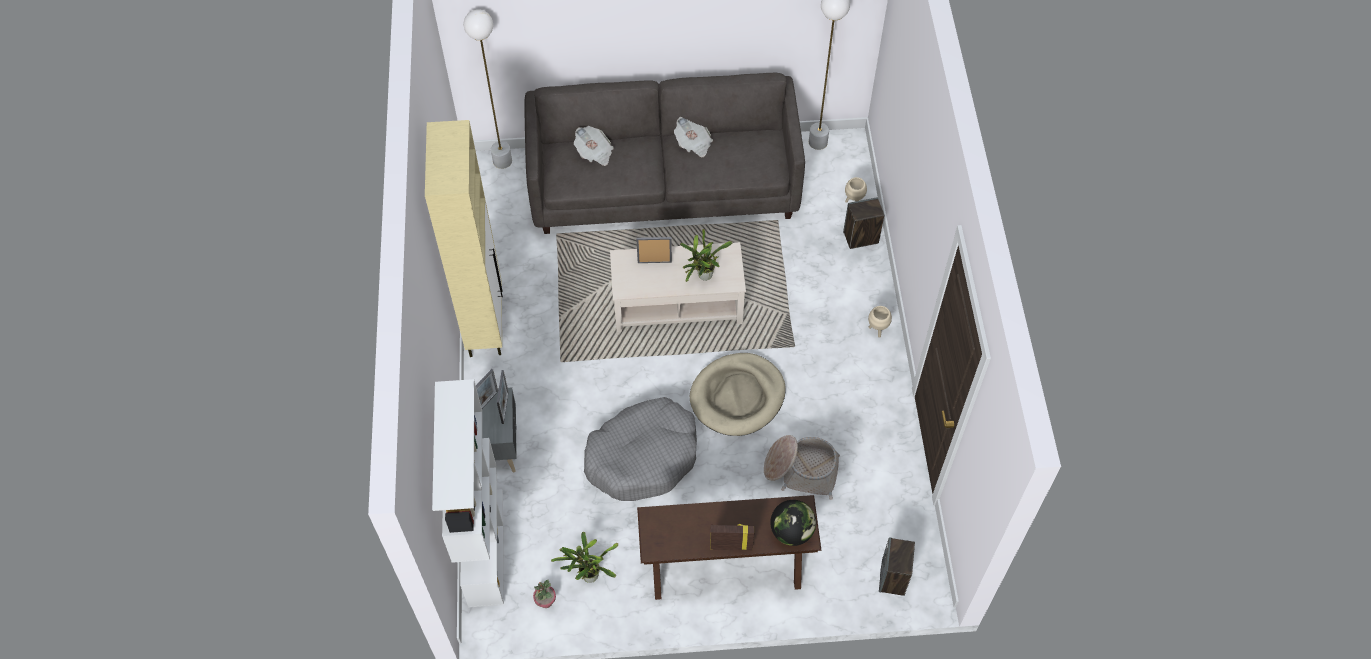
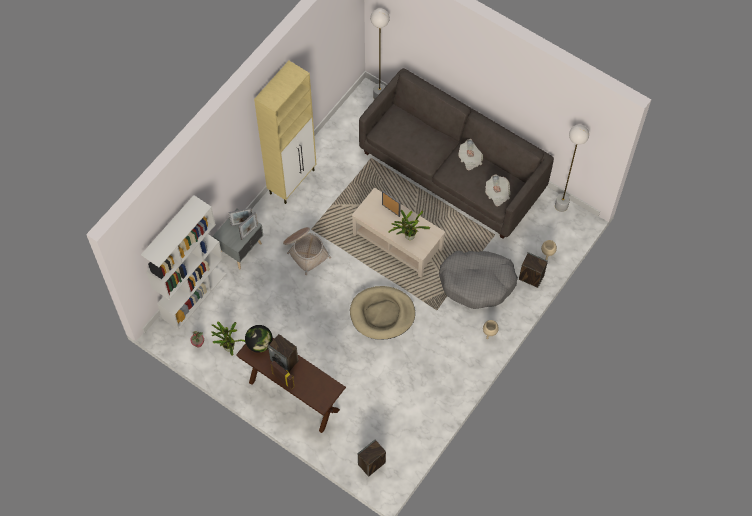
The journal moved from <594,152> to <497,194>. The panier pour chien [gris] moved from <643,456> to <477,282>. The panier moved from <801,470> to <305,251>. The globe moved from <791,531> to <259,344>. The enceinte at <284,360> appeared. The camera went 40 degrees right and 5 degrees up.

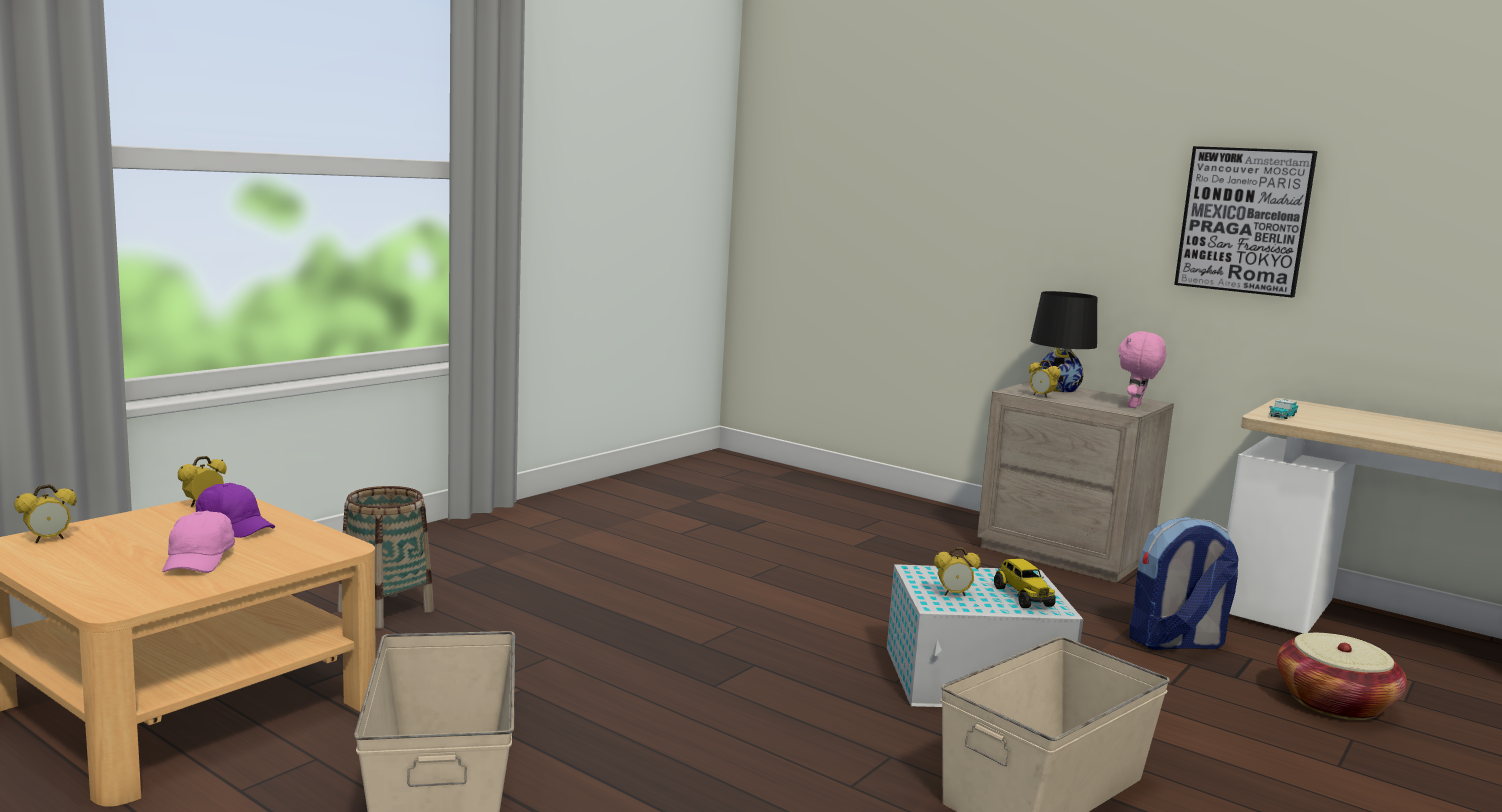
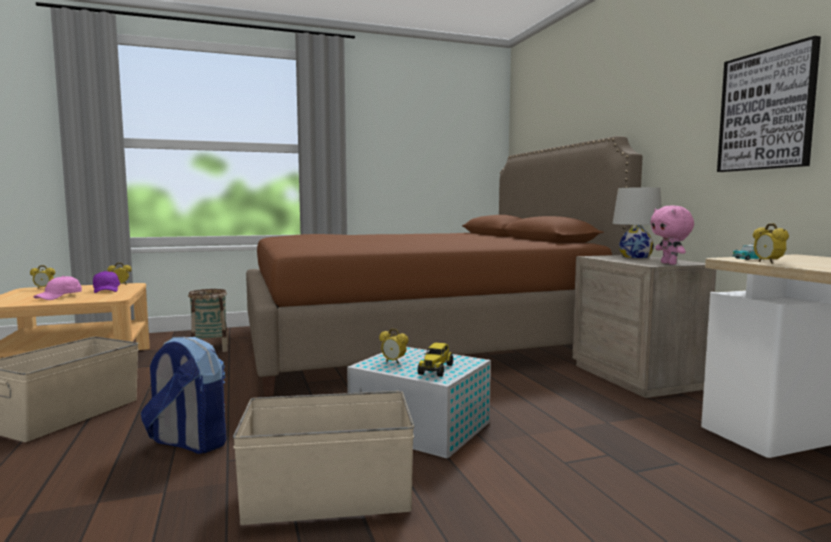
The lampe de table [noir] at <1058,389> became the lampe de table [blanc] at <635,257>. The peluche [rose] at <1135,406> turned 75 degrees counterclockwise. The réveil moved from <1041,396> to <768,262>. The sac à dos moved from <1175,643> to <188,443>. The panier at <1334,703> disappeared. The lit [marron] at <420,341> appeared. The camera went 35 degrees right and 5 degrees down.

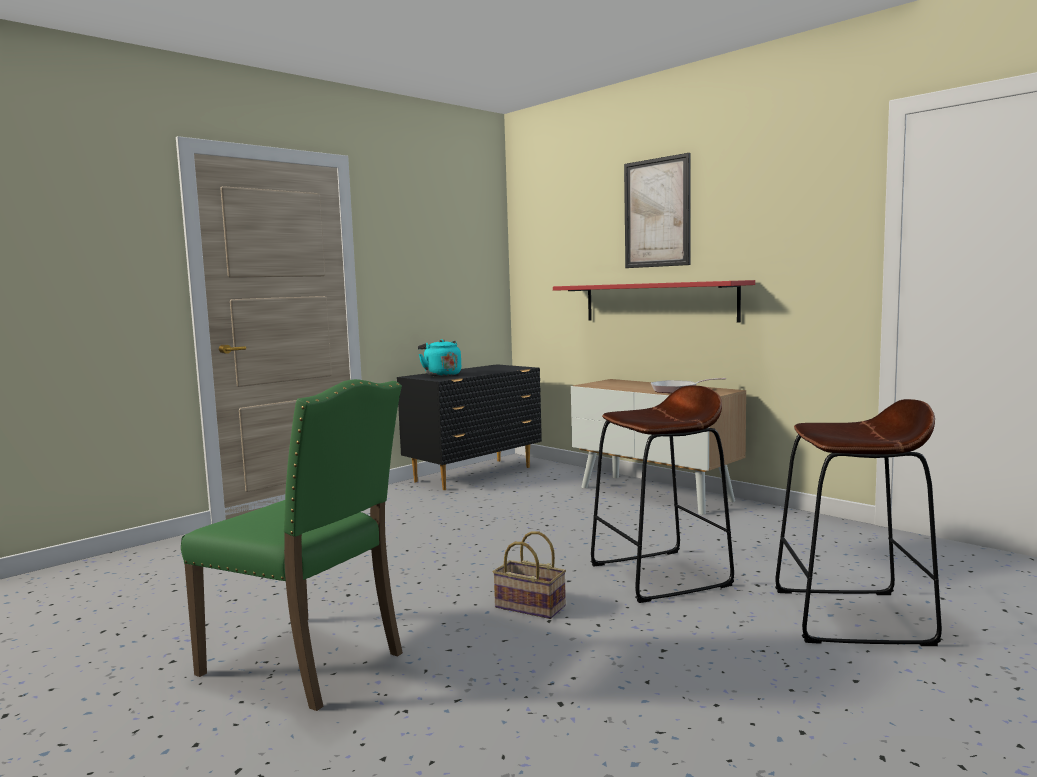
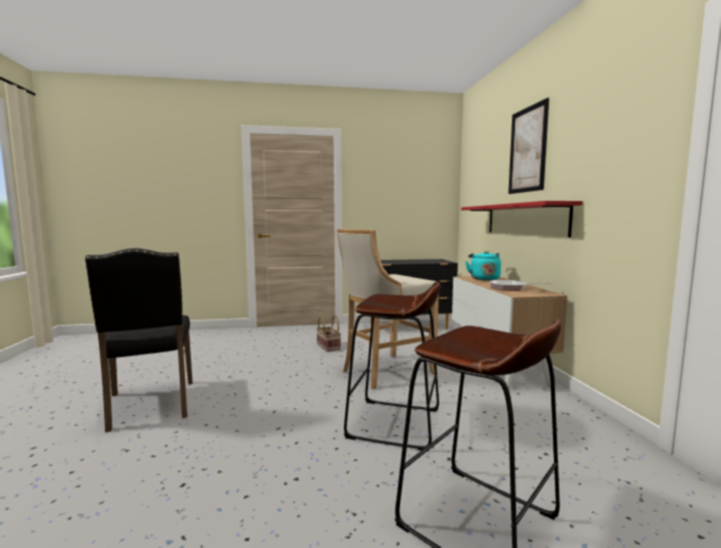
The bouilloire [turquoise] moved from <441,375> to <483,279>. The chaise [vert] at <308,662> became the chaise [noir] at <151,406>. The panier moved from <528,607> to <327,346>. The tabouret [beige] at <384,372> appeared. The camera went 35 degrees right and 0 degrees up.

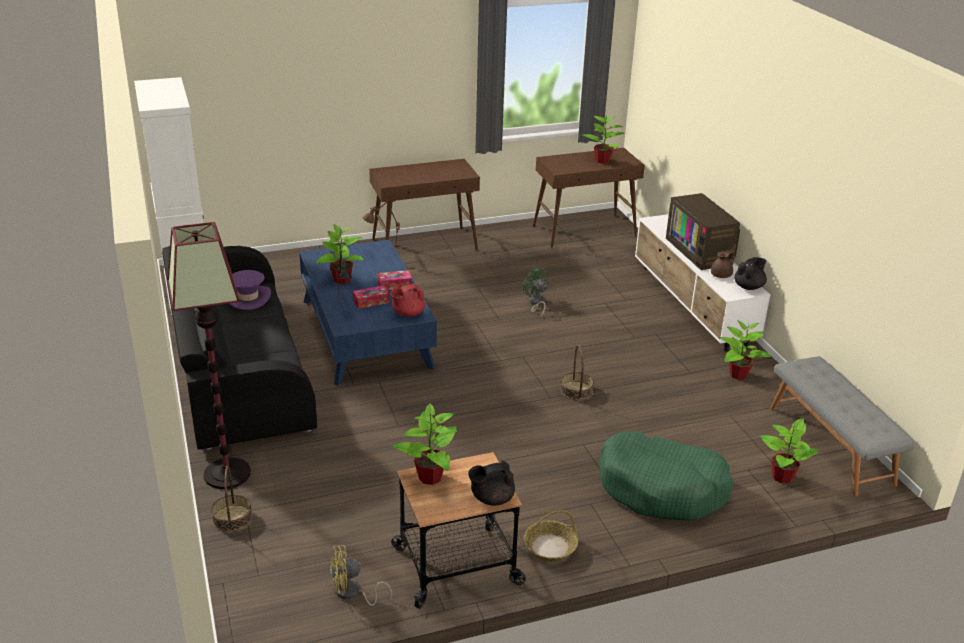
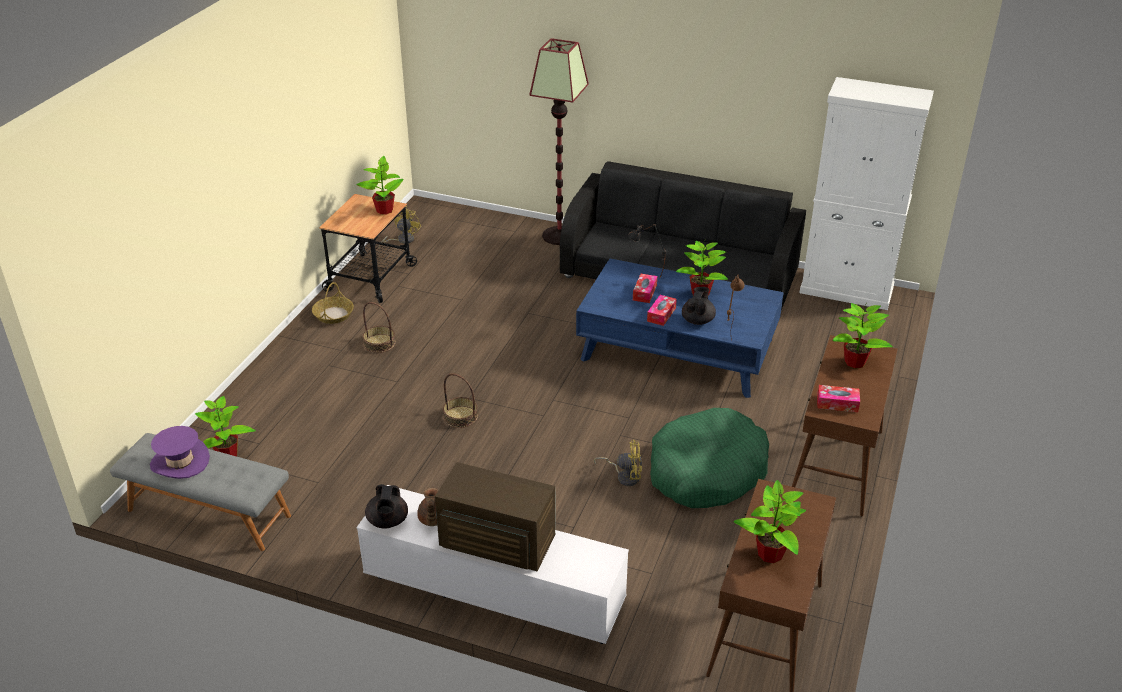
The ventilateur [vert] at <536,303> became the ventilateur [jaune] at <625,476>. The chapeau [violet] moved from <248,298> to <180,462>. The théière [rouge] at <408,314> disappeared. The plante en pot moved from <737,374> to <855,362>. The panier pour chien [vert] moved from <662,488> to <706,471>. The théière [noir] moved from <491,498> to <698,320>. The panier moved from <232,518> to <379,343>. The boîte à mouchoirs at <837,403> appeared. The camera went 130 degrees right and 5 degrees up.

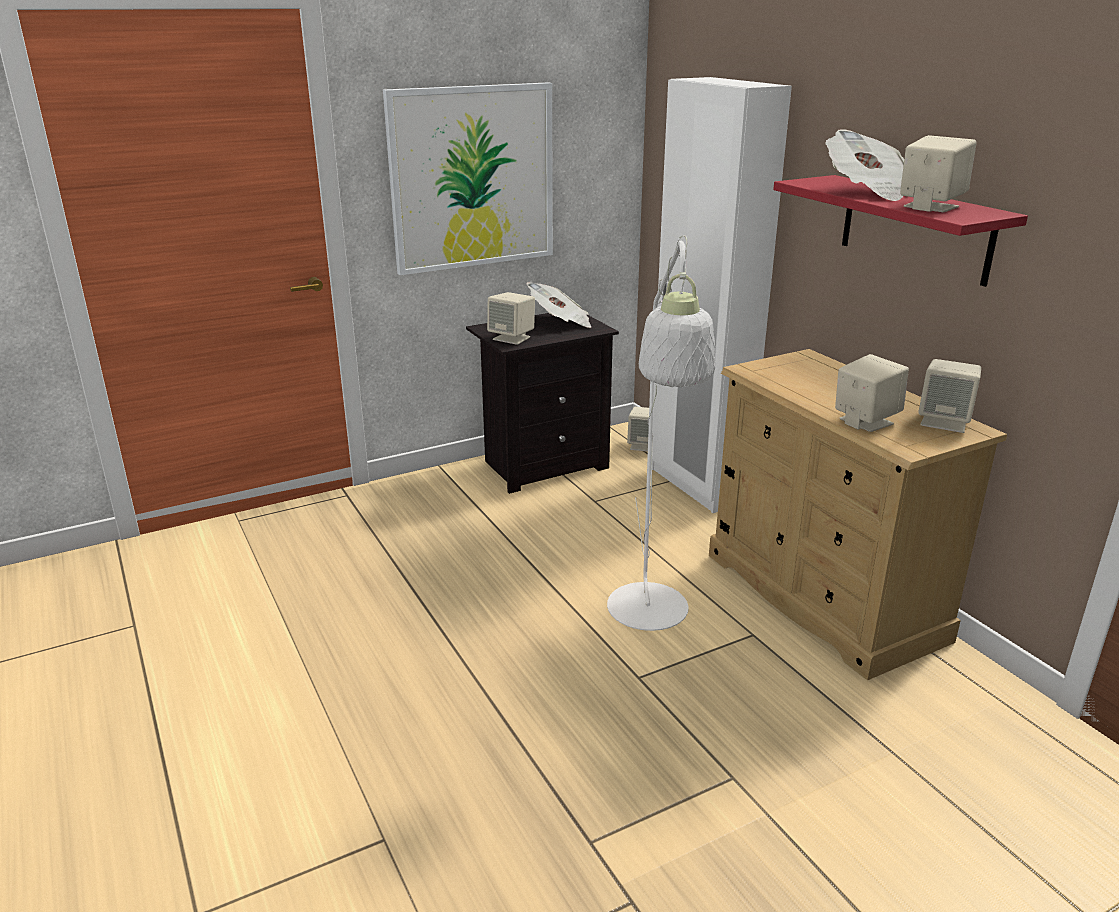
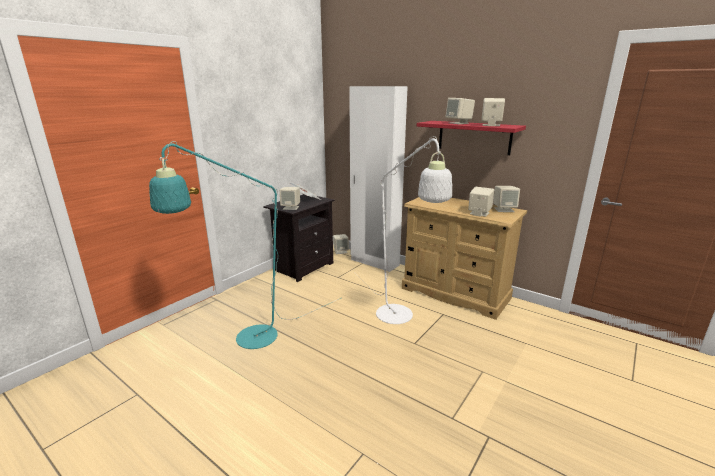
The tableau at <472,178> disappeared. The journal at <868,192> was replaced by the enceinte [beige] at <459,123>. The lampadaire [turquoise] at <247,341> appeared. The camera went 25 degrees left and 5 degrees down.

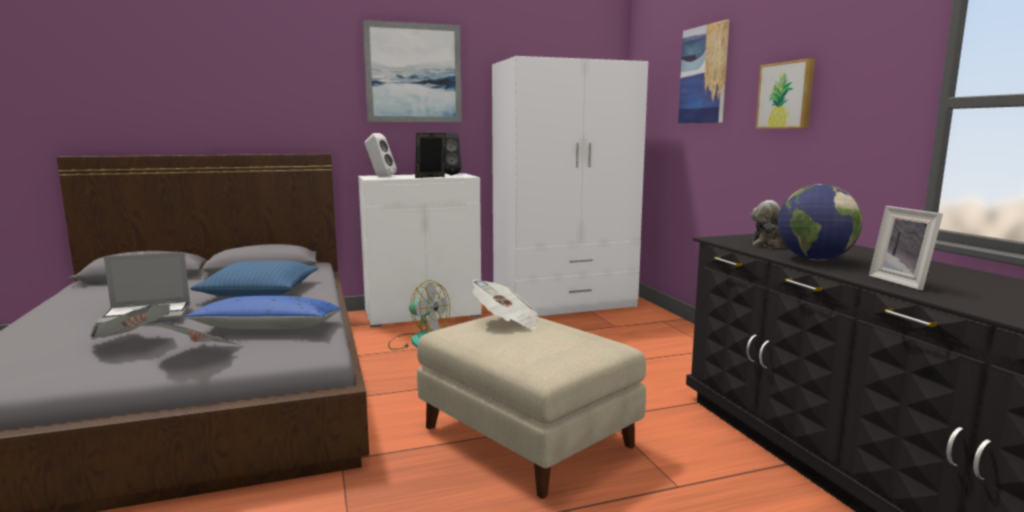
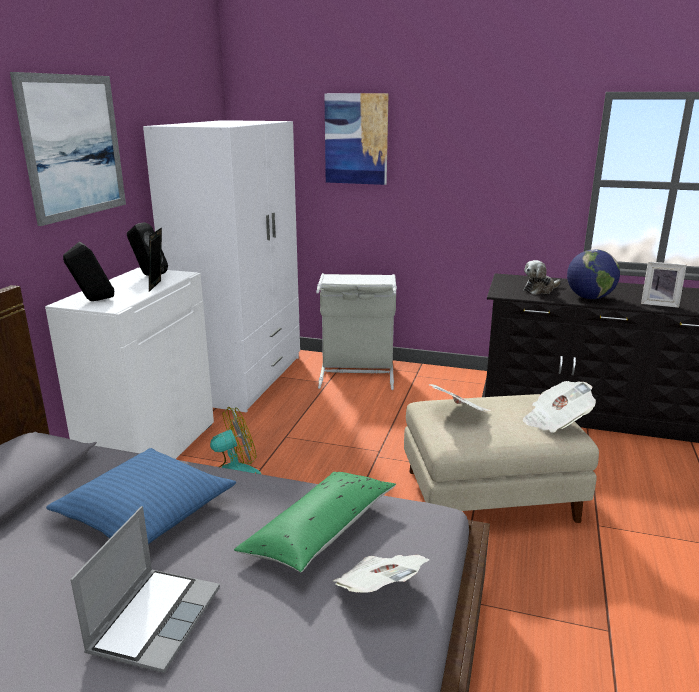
The tableau at <786,95> disappeared. The enceinte [blanc] at <380,176> became the enceinte [noir] at <93,301>. The coussin [bleu] at <268,328> became the coussin [vert] at <320,531>. The journal moved from <133,341> to <555,421>. The panier à linge [gris] at <357,373> appeared. The camera went 55 degrees left and 10 degrees up.

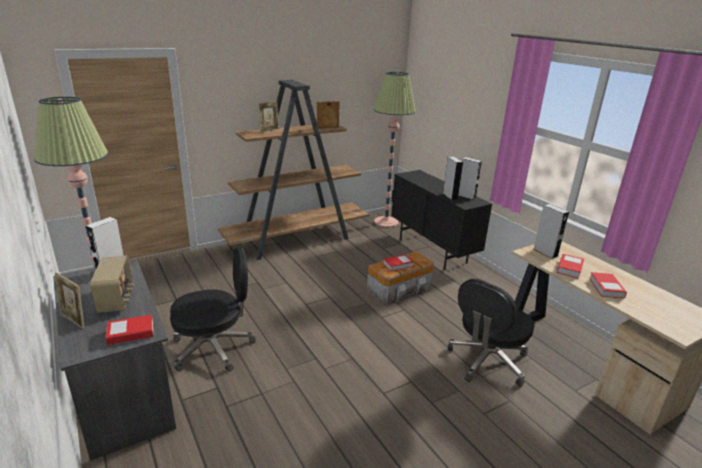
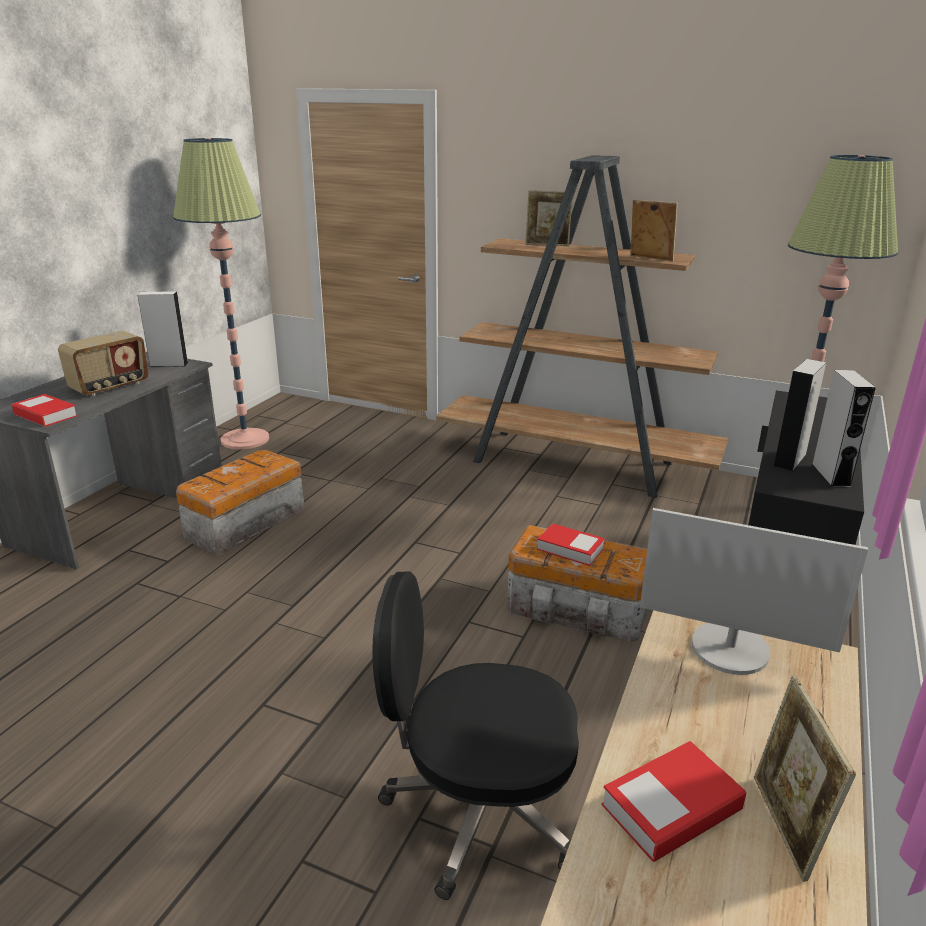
The enceinte [gris] at <545,252> was replaced by the écran d'ordinateur at <730,649>. The chaise de bureau [noir] at <214,348> was replaced by the boîte de rangement at <243,524>. The livre at <569,268> disappeared. The cadre photo moved from <74,320> to <784,827>. The camera went 55 degrees right and 0 degrees up.

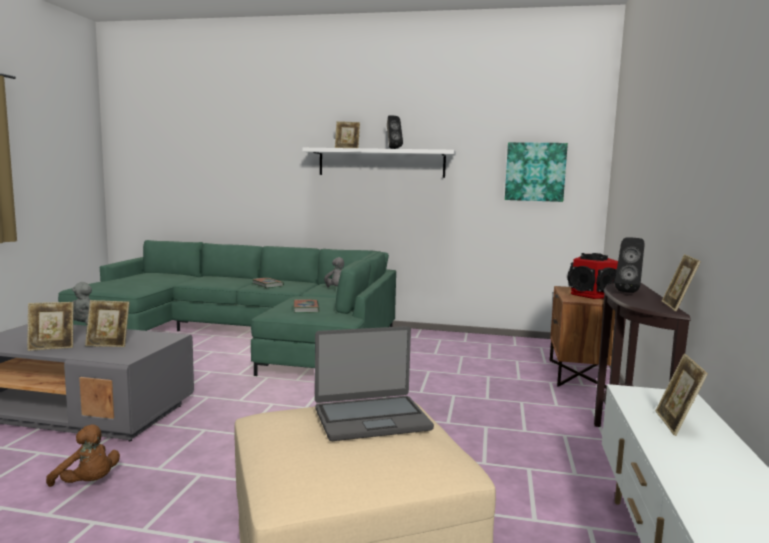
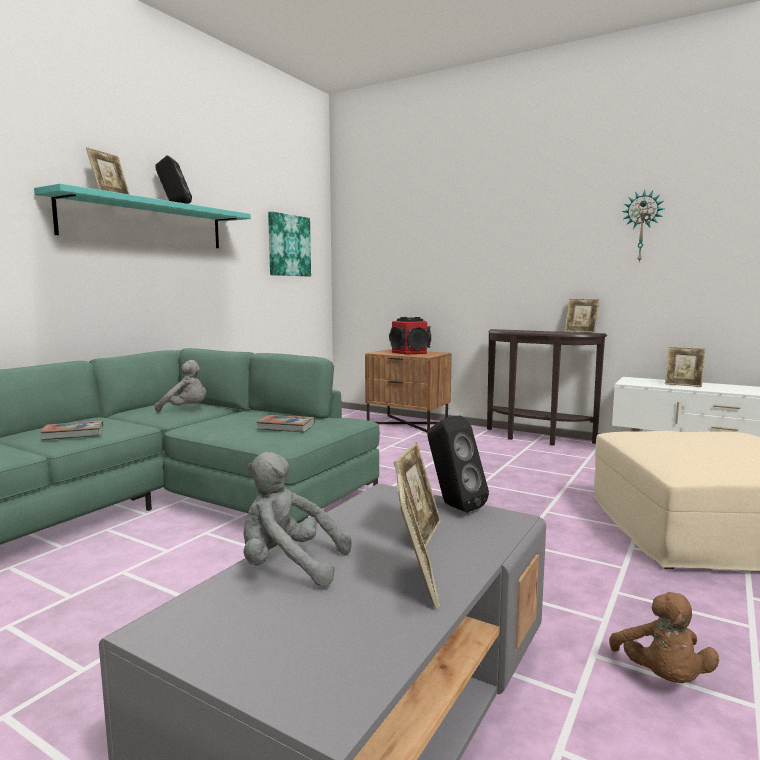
The étagère [blanc] at <381,163> became the étagère [turquoise] at <146,223>. The enceinte [noir] moved from <628,292> to <453,506>. The ordinateur portable at <371,418> disappeared. The peluche [marron] at <88,483> turned 135 degrees clockwise. The horloge murale at <642,226> appeared. The camera went 70 degrees left and 0 degrees up.

